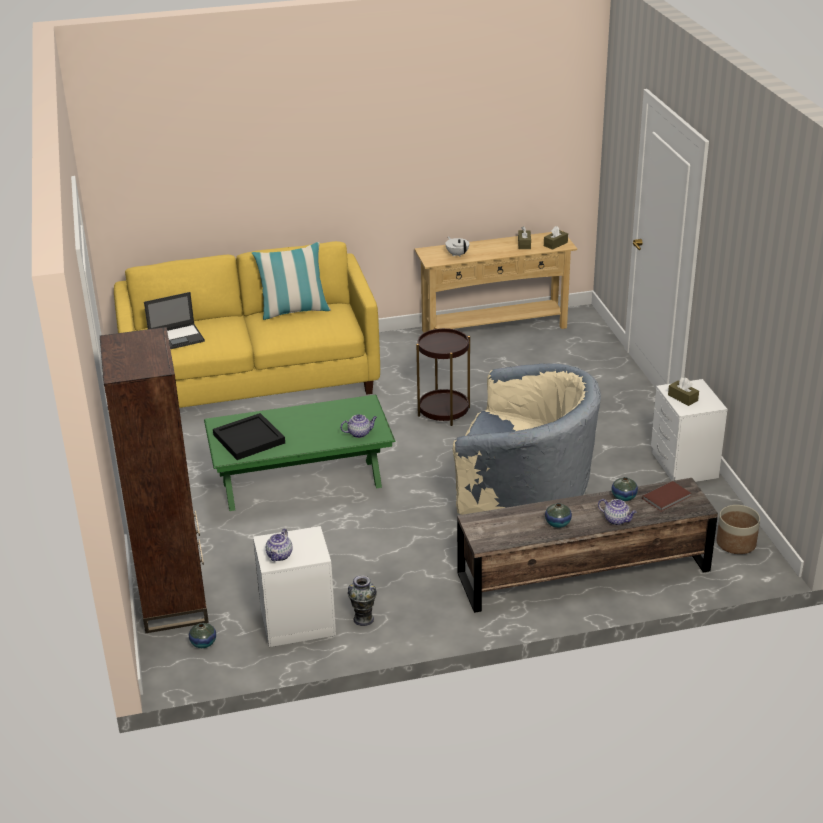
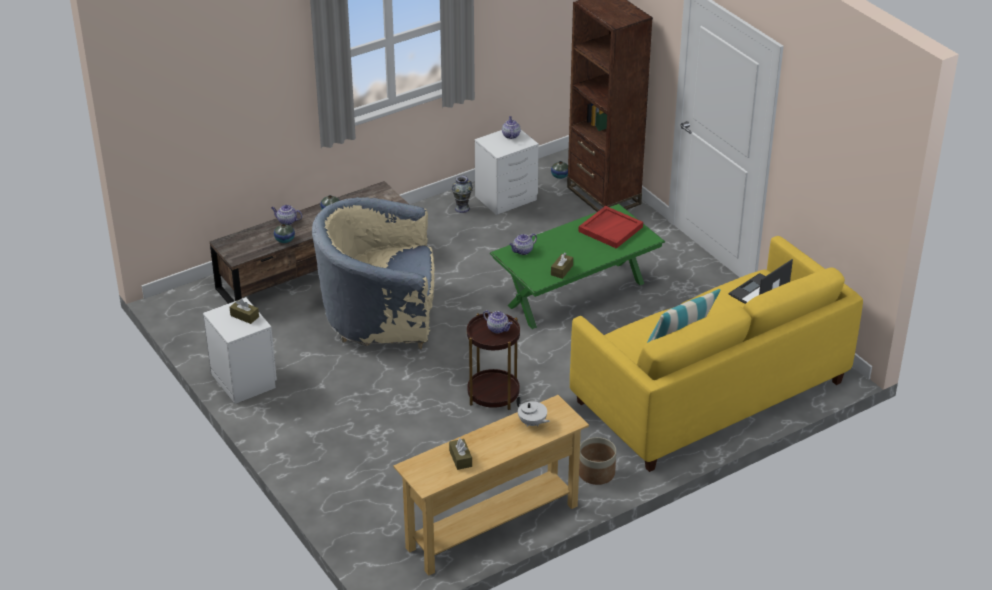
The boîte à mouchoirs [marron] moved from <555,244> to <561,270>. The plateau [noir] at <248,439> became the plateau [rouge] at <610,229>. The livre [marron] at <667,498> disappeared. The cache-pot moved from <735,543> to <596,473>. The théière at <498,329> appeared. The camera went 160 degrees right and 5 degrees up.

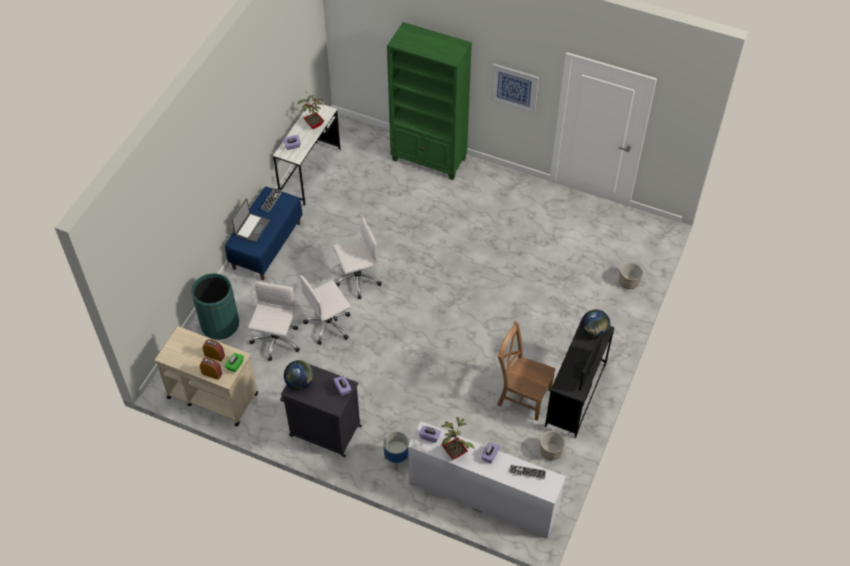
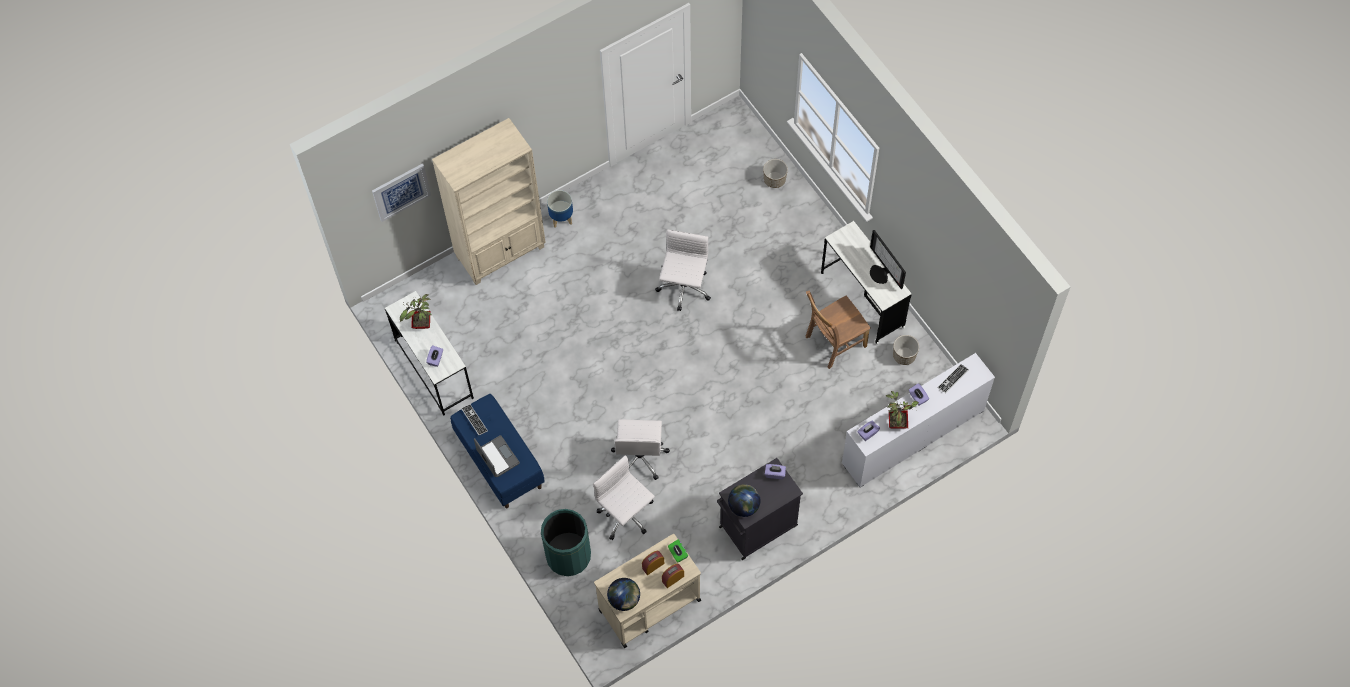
The bibliothèque [vert] at <429,159> became the bibliothèque [beige] at <501,252>. The tableau moved from <514,87> to <401,191>. The chaise de bureau [blanc] moved from <357,279> to <683,289>. The globe moved from <594,332> to <624,599>. The bureau [noir] at <575,395> became the bureau [blanc] at <862,300>. The cache-pot moved from <396,459> to <561,218>. The camera went 55 degrees left and 10 degrees up.

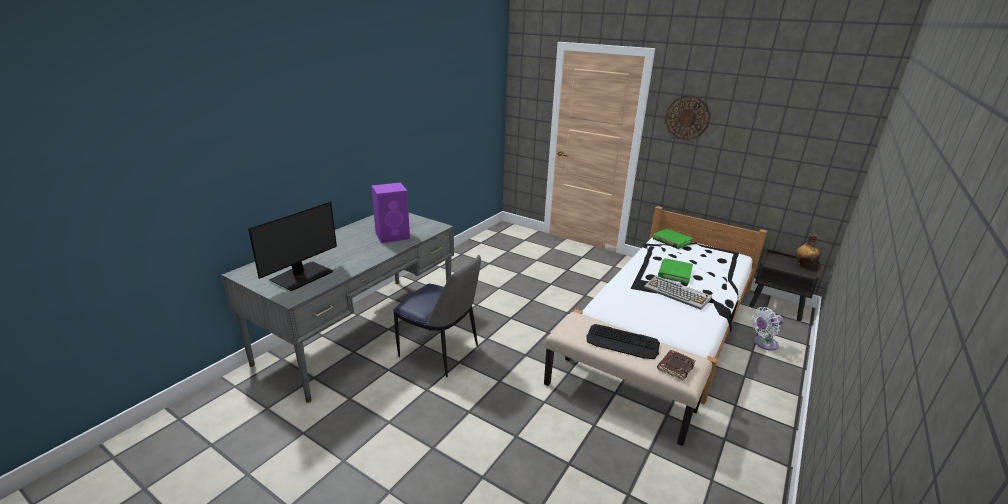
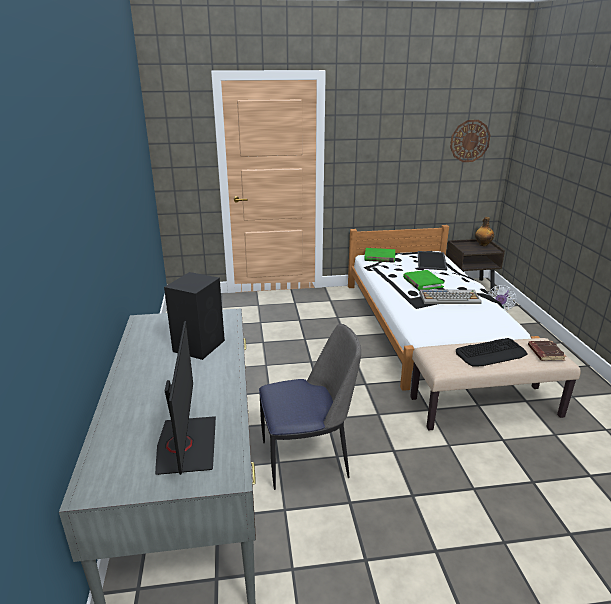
The horloge murale moved from <687,118> to <469,141>. The enceinte [violet] at <393,236> became the enceinte [noir] at <199,345>. The plateau at <432,261> appeared. The camera went 40 degrees left and 0 degrees up.

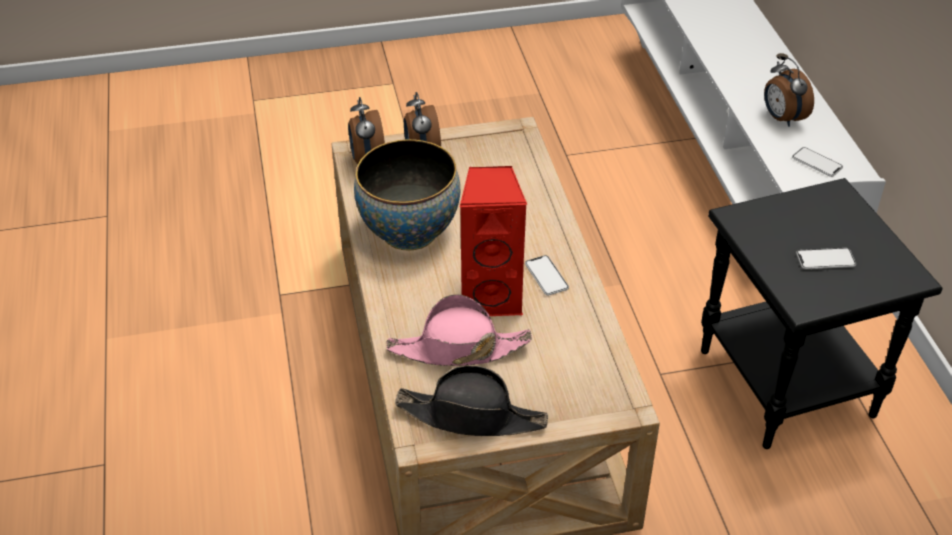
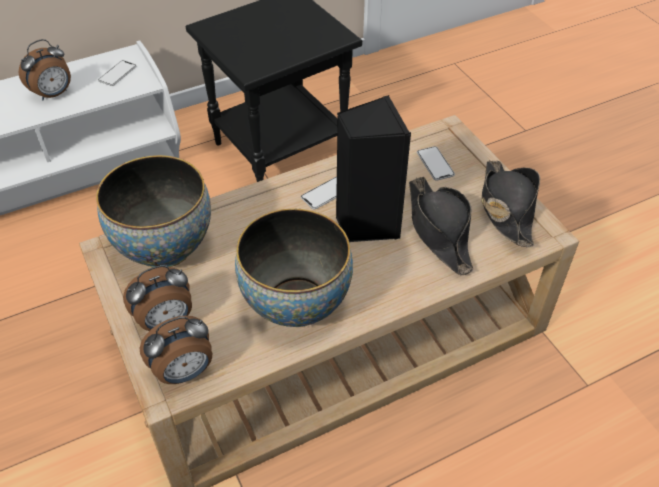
The enceinte [rouge] at <491,297> became the enceinte [noir] at <366,224>. The téléphone moved from <825,259> to <435,164>. The chapeau [rose] at <458,349> became the chapeau [noir] at <439,231>. The bol at <164,247> appeared. The camera went 105 degrees left and 5 degrees up.

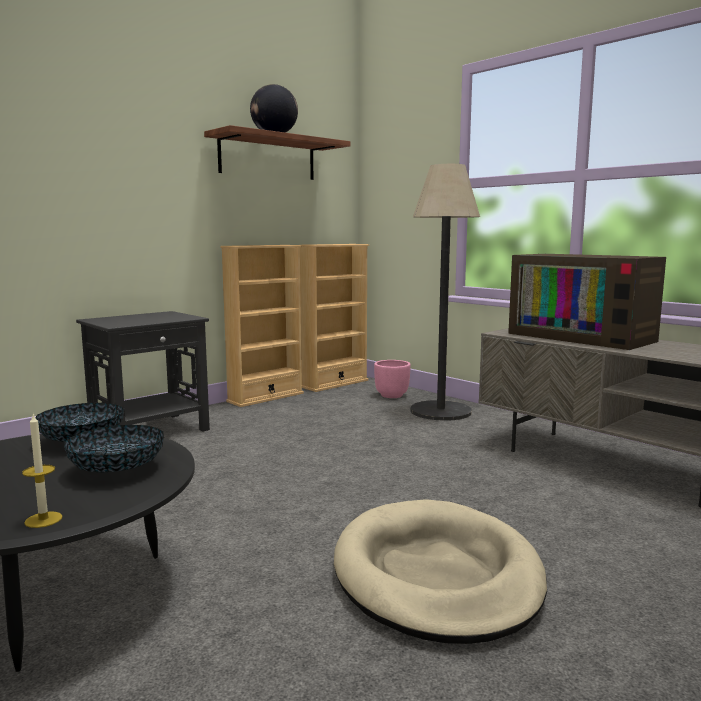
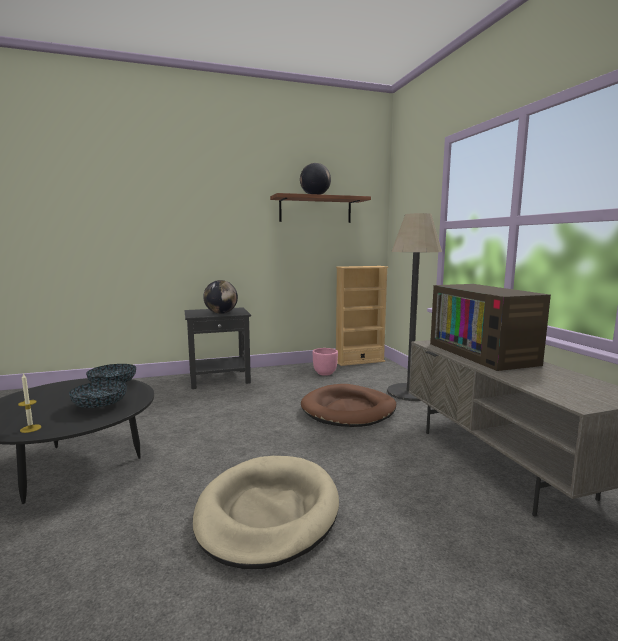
The bibliothèque [beige] at <265,397> disappeared. The cache-pot [rose] moved from <392,395> to <325,373>. The globe at <221,313> appeared. The panier pour chien [marron] at <348,410> appeared. The camera went 25 degrees right and 0 degrees up.

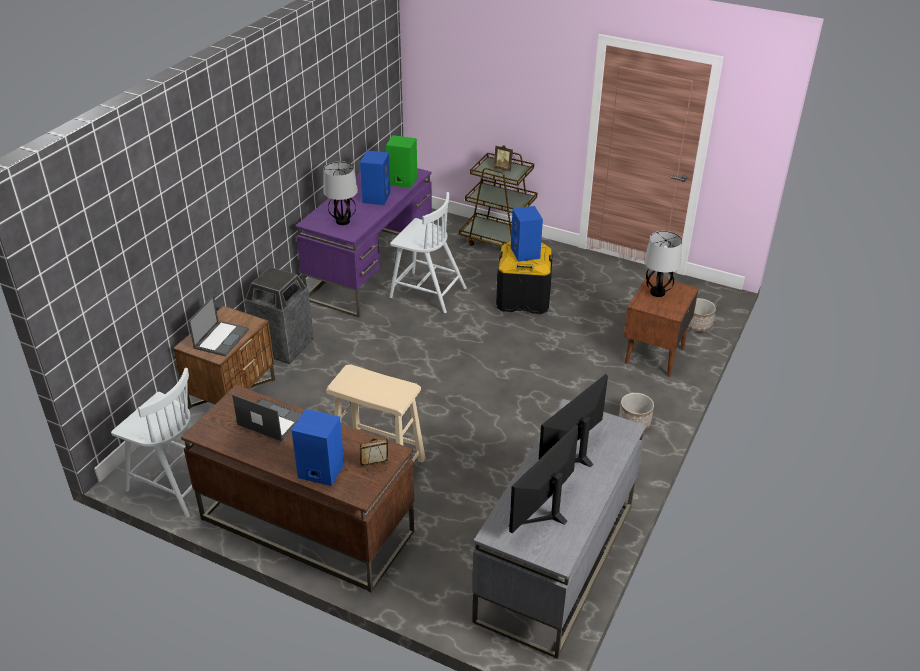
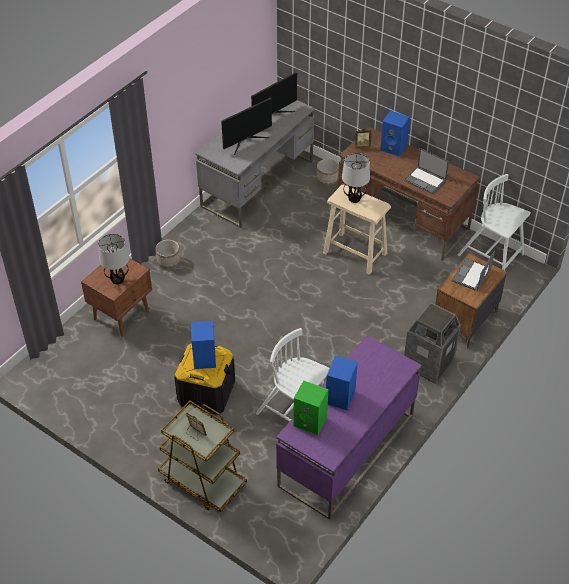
The lampe de table moved from <342,221> to <354,199>. The cache-pot moved from <697,325> to <327,179>. The camera went 170 degrees left and 10 degrees up.

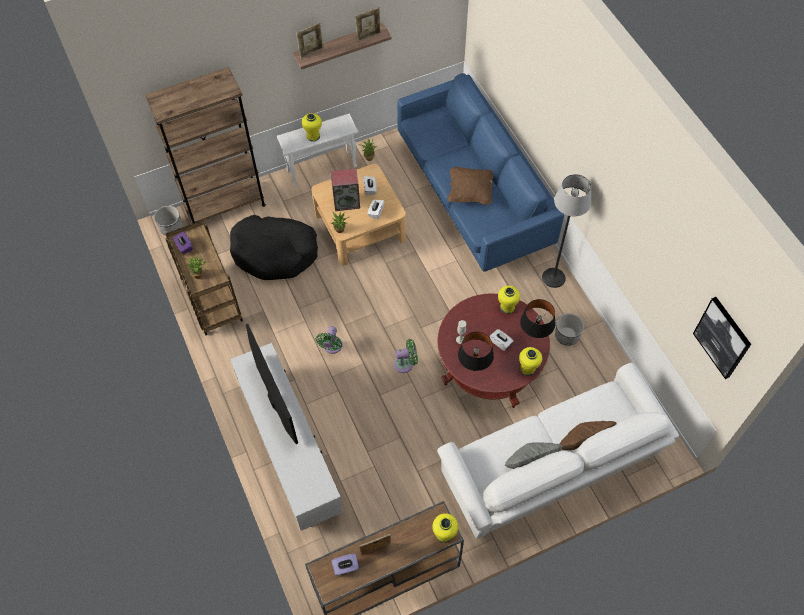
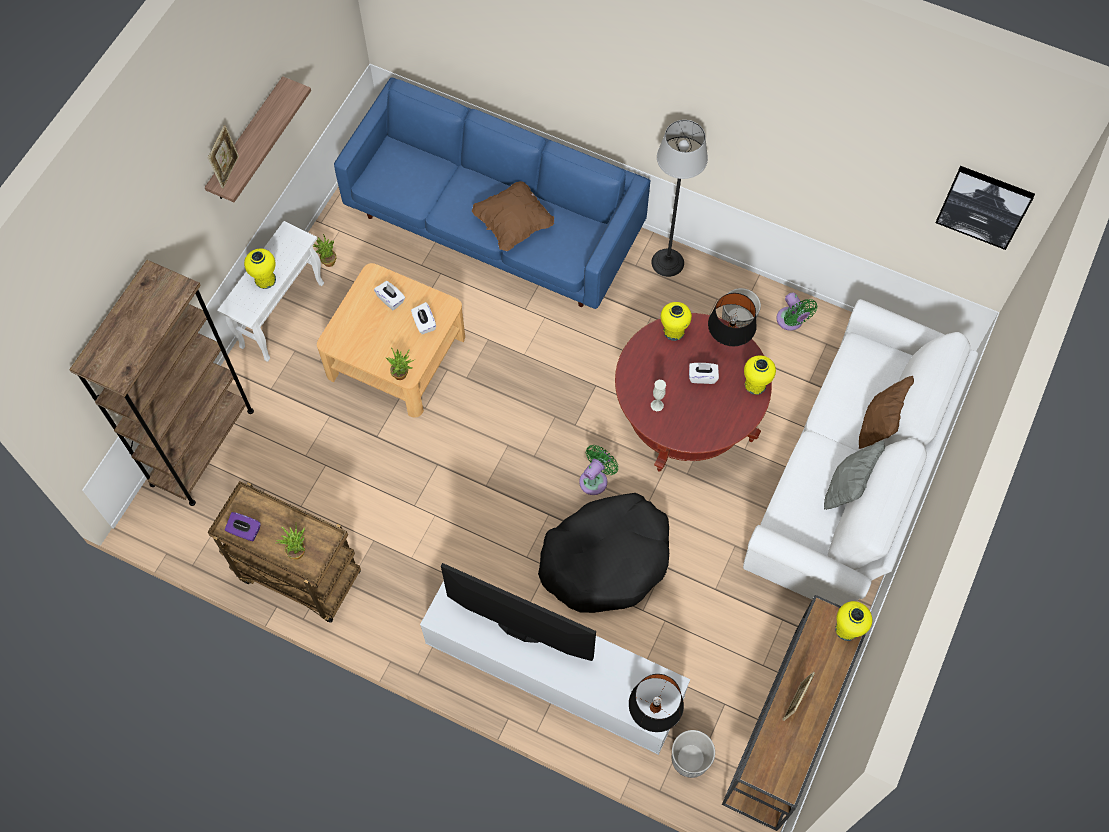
The cadre photo at <369,36> disappeared. The enceinte at <347,201> disappeared. The cache-pot moved from <171,228> to <690,758>. The panier pour chien [noir] moved from <275,253> to <606,559>. The ventilateur [vert] moved from <332,347> to <791,321>. The lampe de table [noir] moved from <474,365> to <653,713>. The boîte à mouchoirs [violet] at <345,567> disappeared. The camera went 40 degrees left and 5 degrees up.

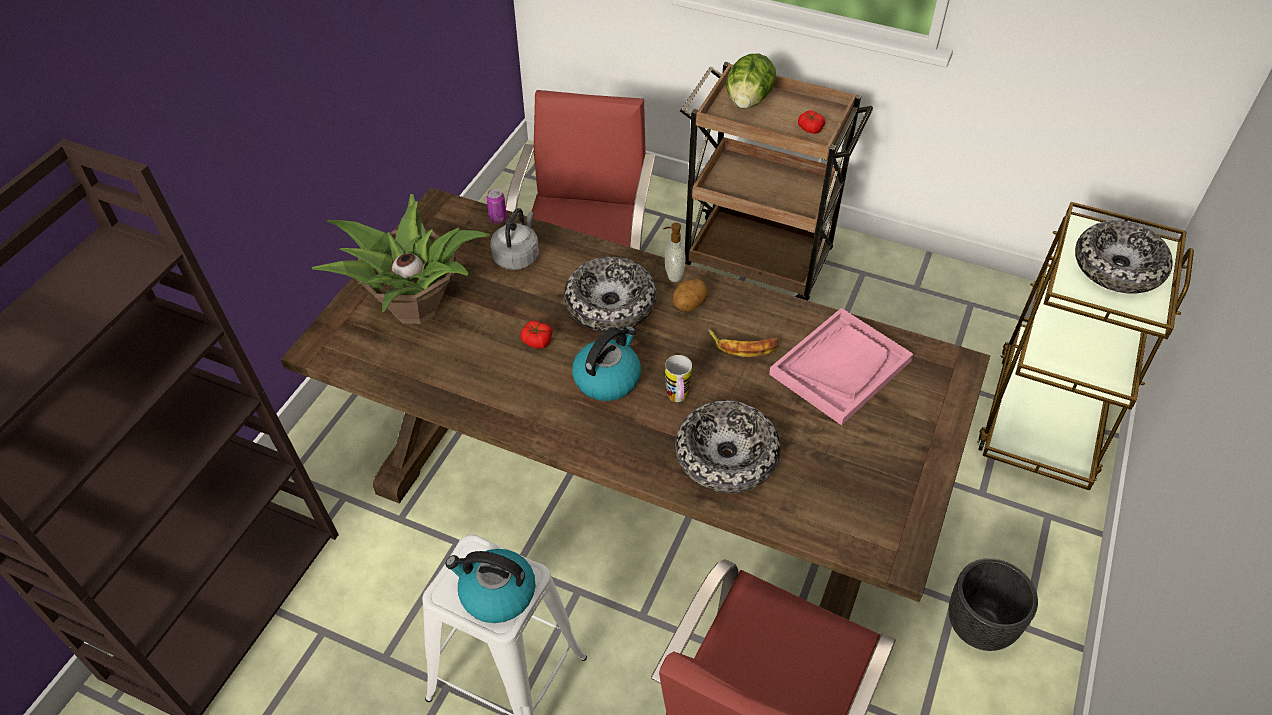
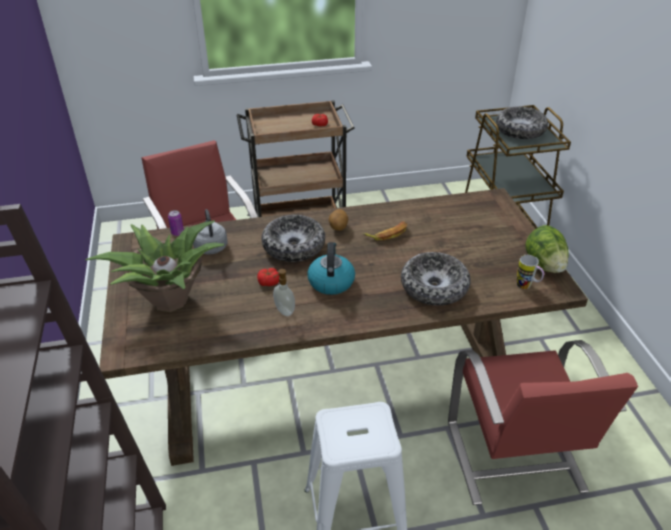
The laitue moved from <748,101> to <544,265>. The distributeur de savon moved from <673,274> to <284,311>. The plateau [rose] at <840,367> disappeared. The mug moved from <678,400> to <527,287>. The bouilloire at <496,594> disappeared. The cache-pot [noir] at <979,628> disappeared. The camera went 35 degrees left and 10 degrees down.

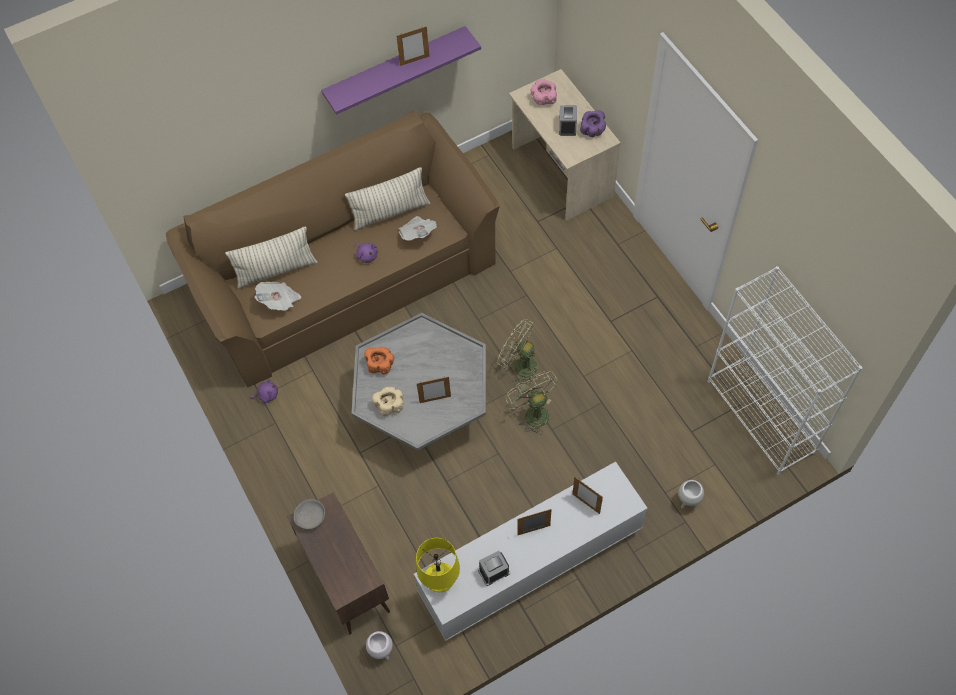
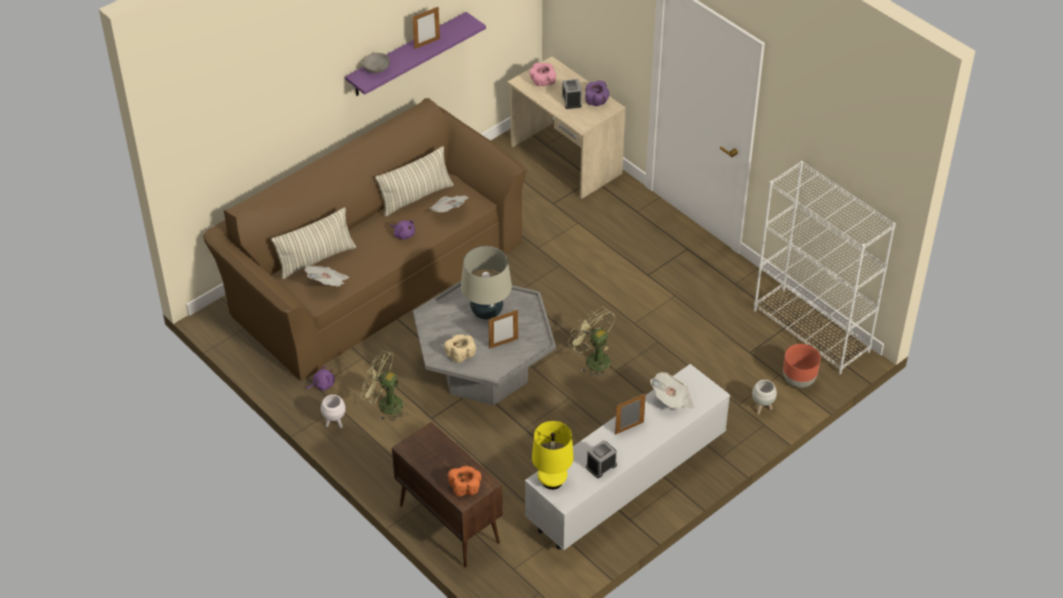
The ventilateur [vert] moved from <520,365> to <385,405>. The bol [orange] moved from <380,365> to <465,487>. The cadre photo at <586,504> was replaced by the journal at <672,400>. The bol [gris] moved from <311,518> to <377,69>. The cache-pot [blanc] moved from <381,651> to <334,424>. The lampe de table [beige] at <486,312> appeared. The cache-pot [marron] at <799,381> appeared. The camera went 15 degrees left and 15 degrees down.

